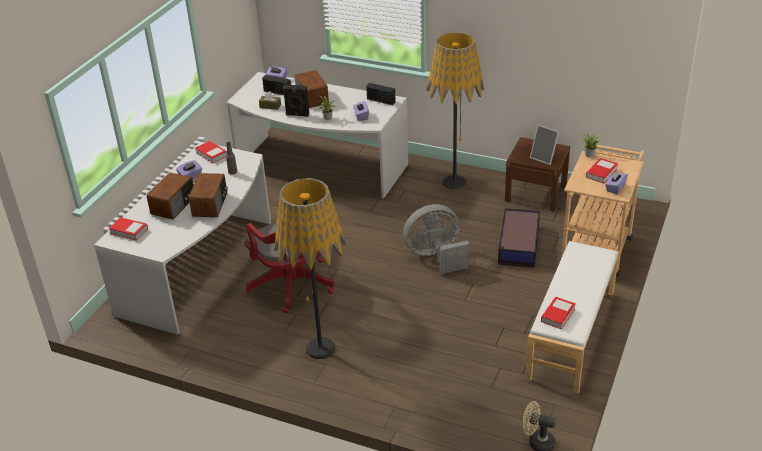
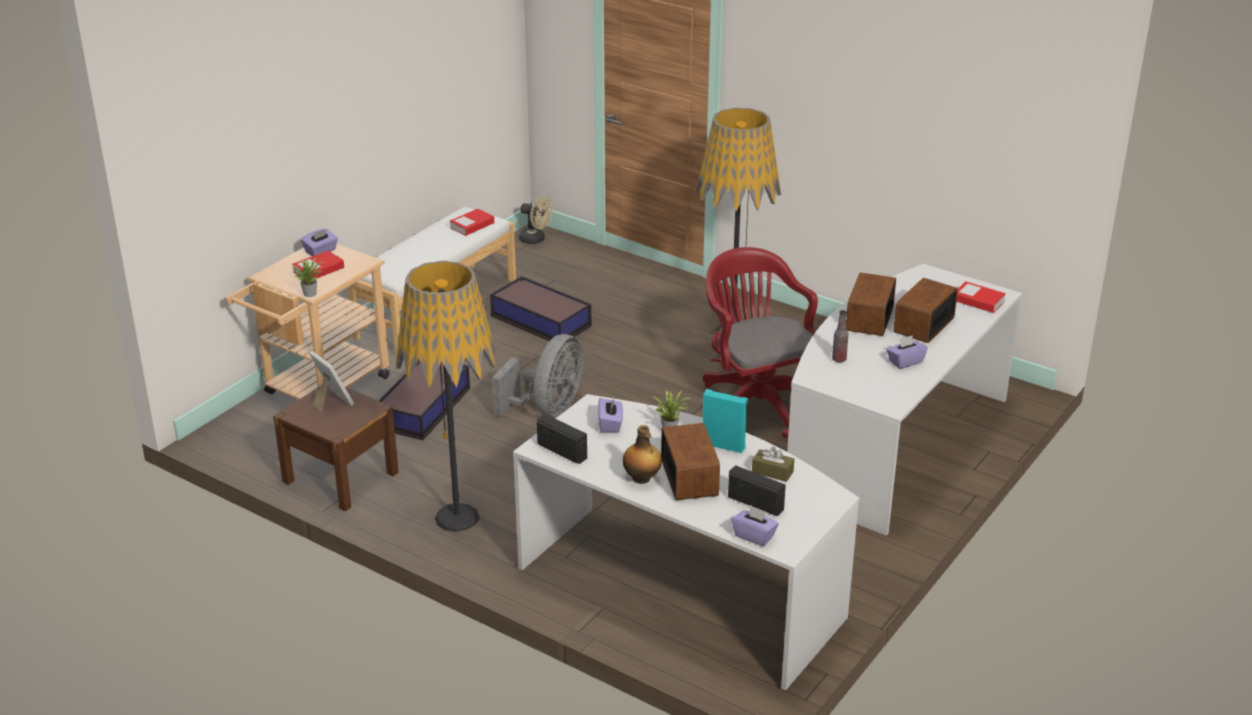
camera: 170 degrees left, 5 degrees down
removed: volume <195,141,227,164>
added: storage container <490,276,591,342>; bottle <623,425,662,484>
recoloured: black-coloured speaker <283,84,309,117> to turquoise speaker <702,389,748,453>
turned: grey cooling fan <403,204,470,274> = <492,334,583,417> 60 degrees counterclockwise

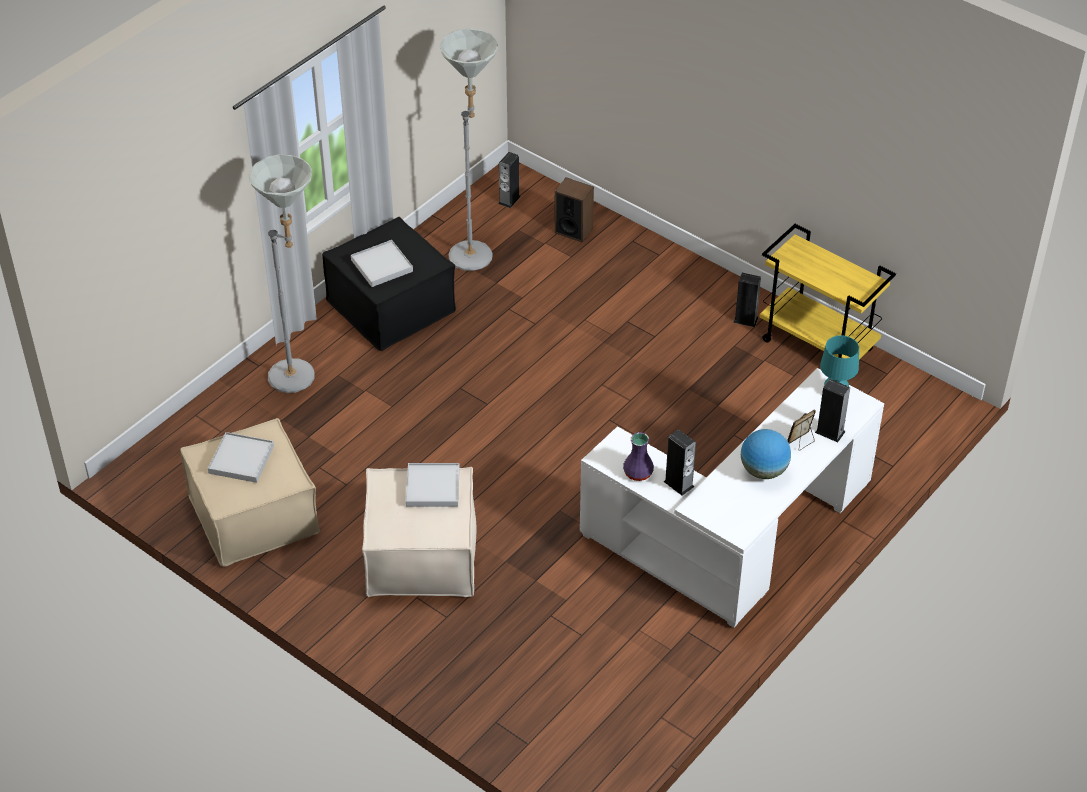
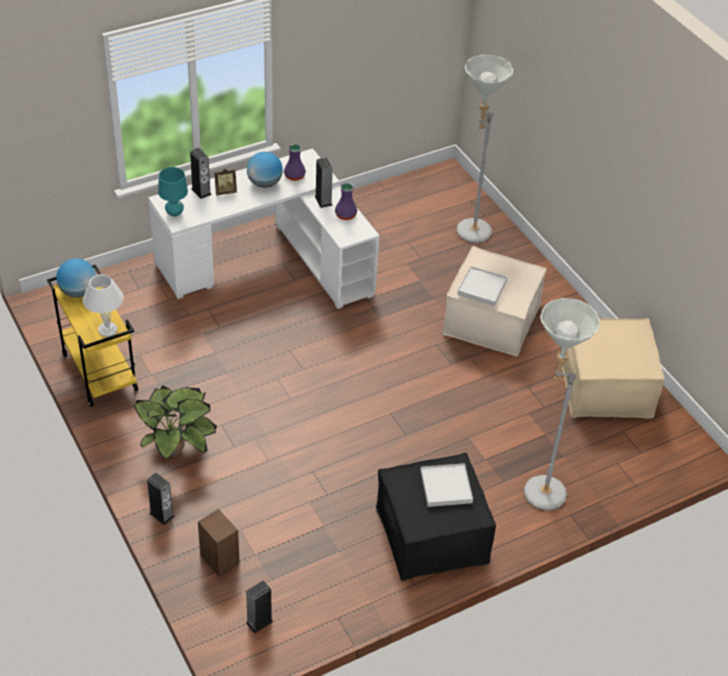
camera: 160 degrees left, 0 degrees up
removed: whitish tray <208,432,274,483>
added: purple-coloured decorative vase <284,144,306,181>; desk globe <56,258,96,298>; whitish tabletop lamp <83,274,124,337>; potted plant <133,385,217,459>
moved: grey standing lamp <439,28,498,271> to <457,55,513,243>; speaker <733,273,761,327> to <147,473,175,525>

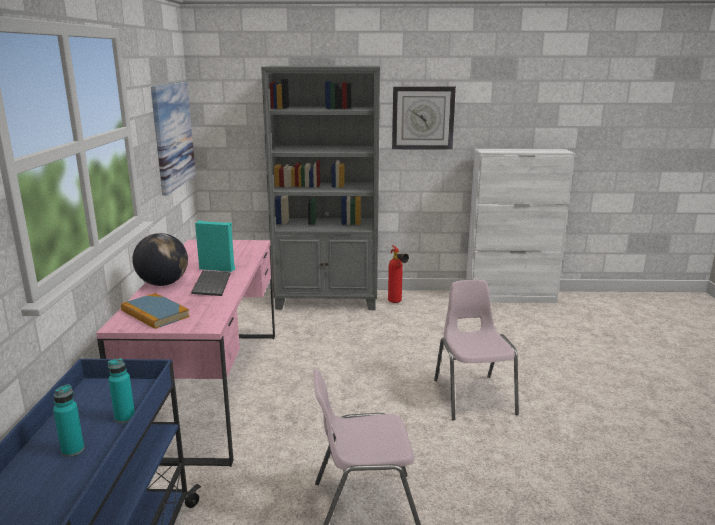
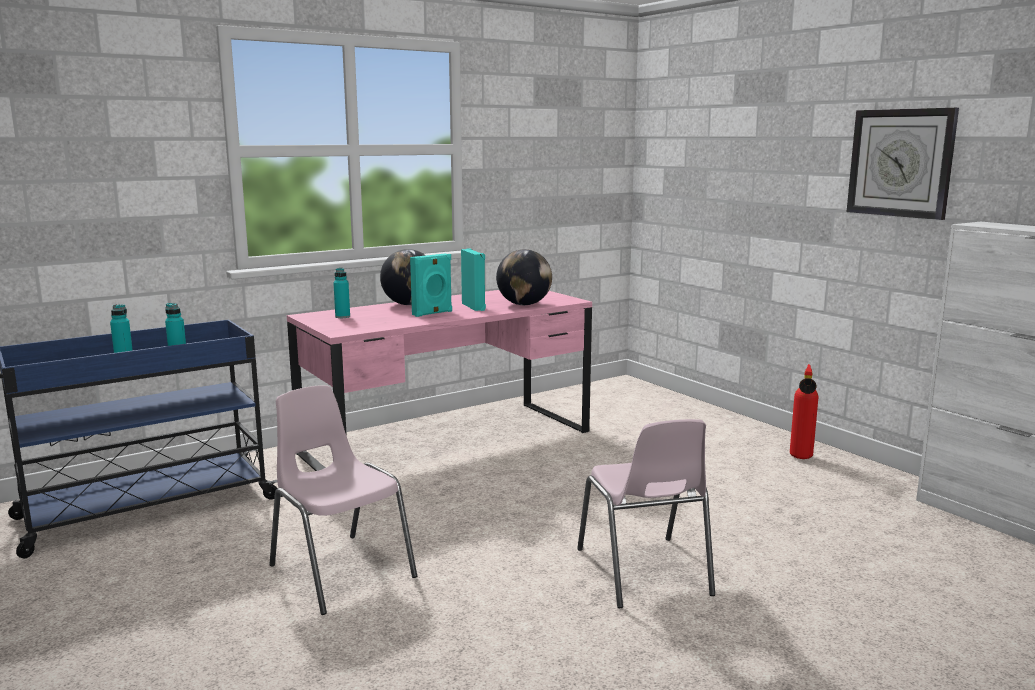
camera: 55 degrees right, 5 degrees down
removed: grey bookshelf <261,66,380,310>; wall picture <151,82,196,195>
added: desk globe <496,249,552,305>
replaced: PC keyboard <191,270,231,296> to turquoise speaker <410,254,452,317>; volume <121,293,190,329> to turquoise bottle <333,268,350,318>
turned: pink upright chair <434,280,519,421> = <577,419,715,608> 120 degrees clockwise

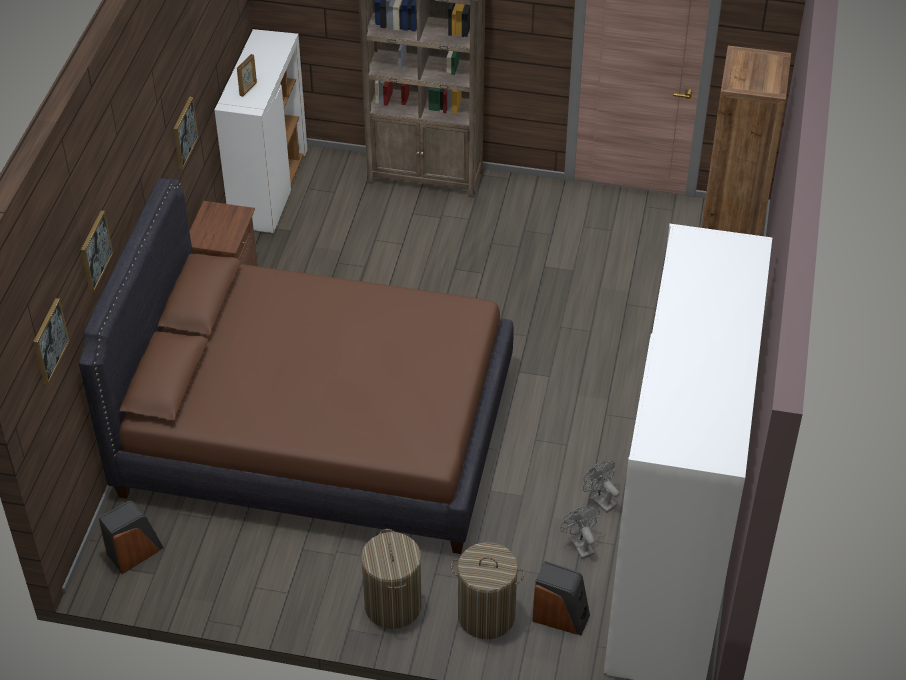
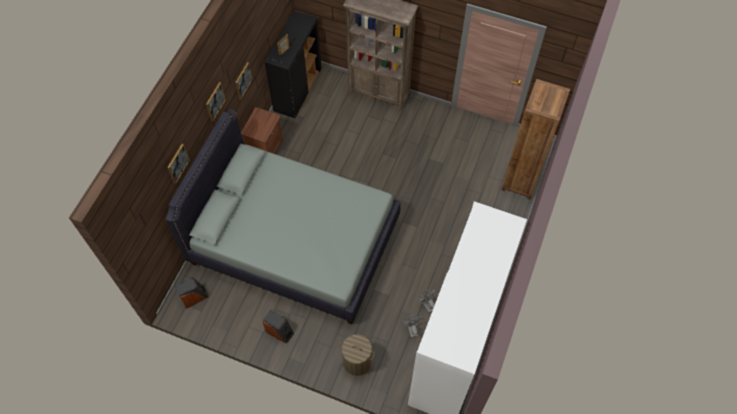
camera: 10 degrees right, 15 degrees up
removed: washing basket <361,529,422,629>
moved: wall picture <33,298,70,384> to <206,82,226,122>; speaker <532,561,590,635> to <263,310,294,344>
recoloured: whitish cupboard <215,29,308,233> to black-coloured cupboard <264,11,322,118>; brown bedroom bed <79,178,514,554> to grey bedroom bed <165,109,401,325>

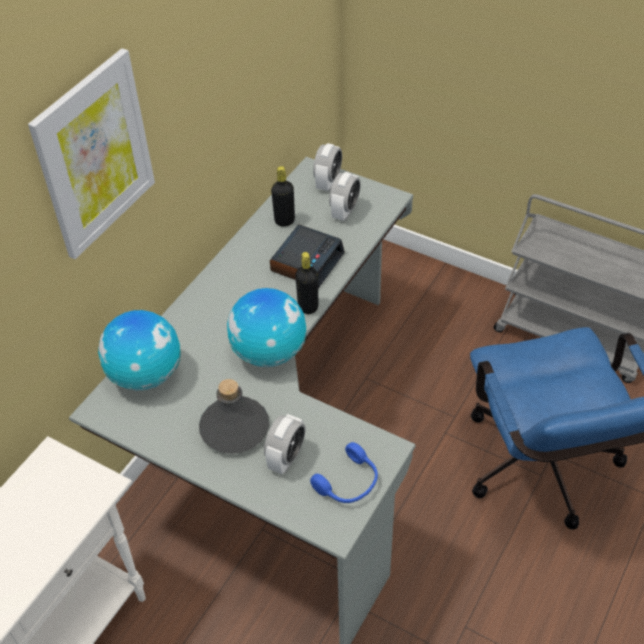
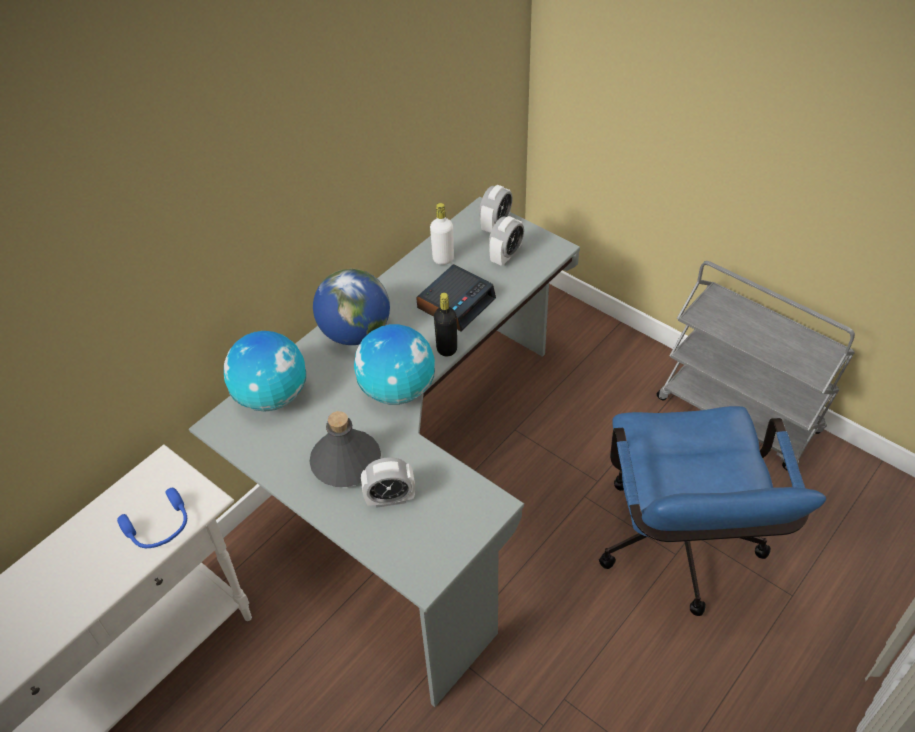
camera: 10 degrees right, 0 degrees up
removed: wall picture <28,48,155,259>
added: desk globe <313,269,390,345>
moved: blue pair of headphones <310,442,378,503> to <117,488,187,548>
recoloured: black-coloured bottle <271,166,295,227> to whitish bottle <430,203,454,265>
turned: alarm clock <264,414,305,475> = <361,457,415,508> 45 degrees clockwise

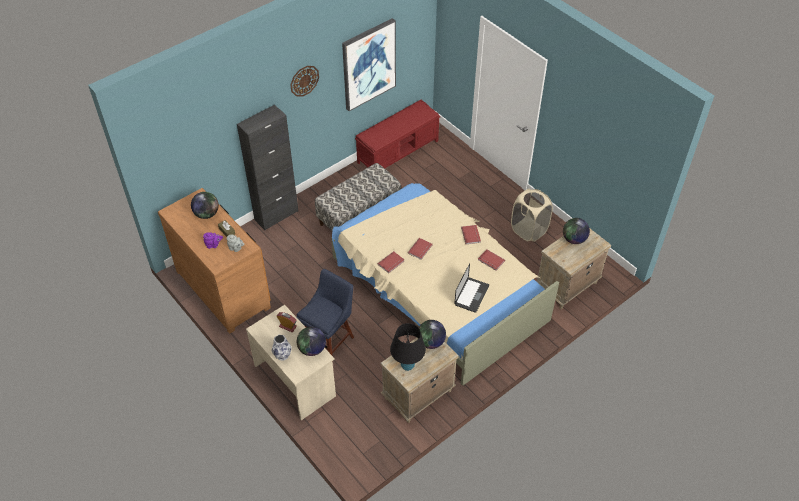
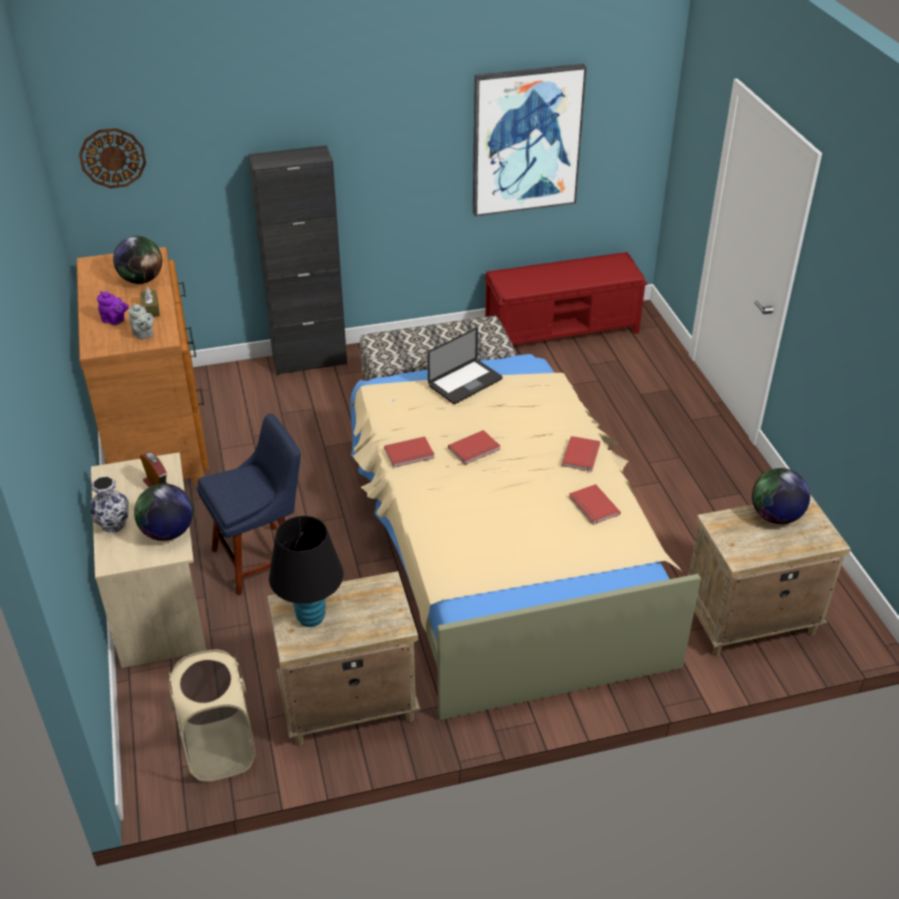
camera: 25 degrees right, 10 degrees down
removed: desk globe <419,320,446,349>
moved: clock on the wall <290,66,319,97> to <79,128,146,188>; beige-coloured washing basket <511,189,553,242> to <169,650,256,782>; notebook computer <455,264,489,313> to <427,327,503,404>

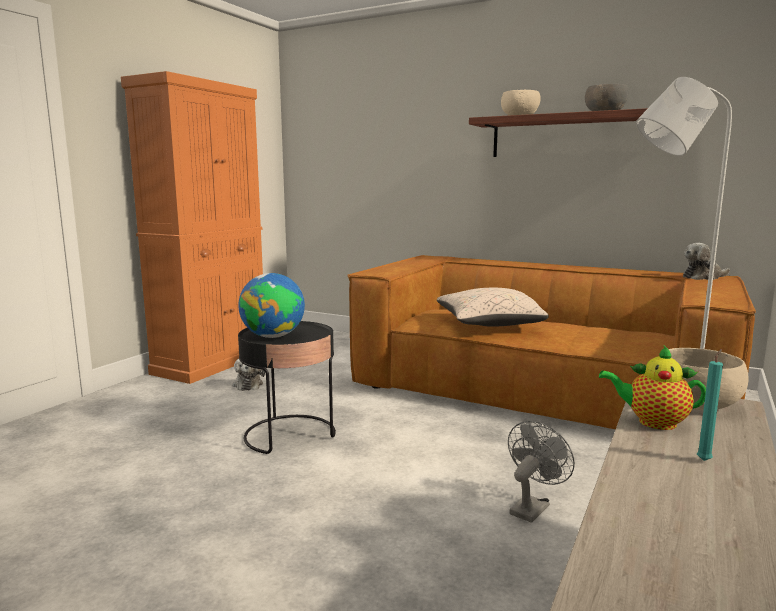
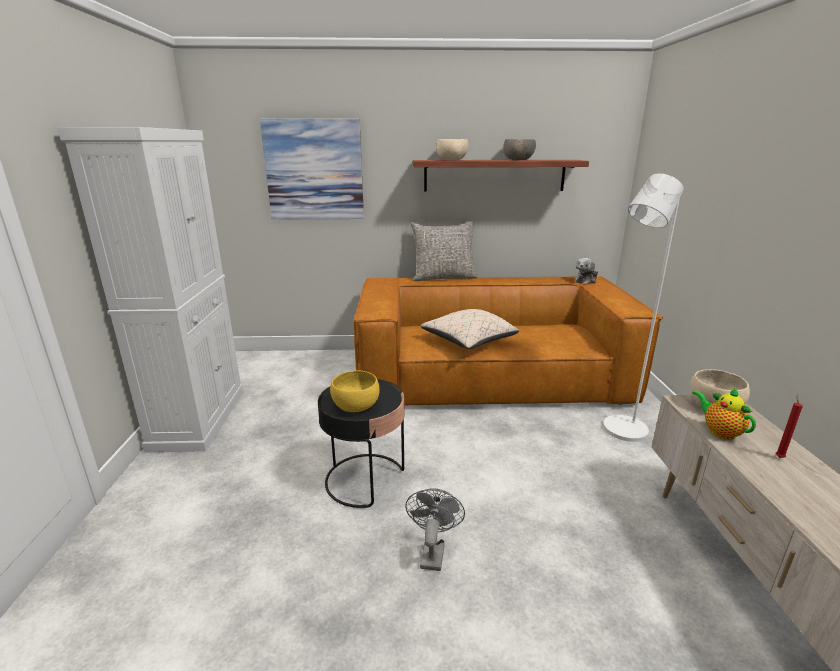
camera: 30 degrees left, 10 degrees up
removed: soft toy <232,359,265,391>
added: wall picture <260,119,364,220>; grey throw pillow <411,221,478,281>
moved: grey cooling fan <508,421,575,523> to <405,488,465,571>
replaced: desk globe <238,273,305,338> to yellow bowl <330,371,380,412>
recoloured: orange-coloured cupboard <121,71,263,384> to whitish cupboard <57,127,243,453>; turquoise wax light <697,349,723,461> to reddish wax light <776,395,803,458>
turned: teapot <599,346,706,430> = <693,387,756,440> 75 degrees clockwise

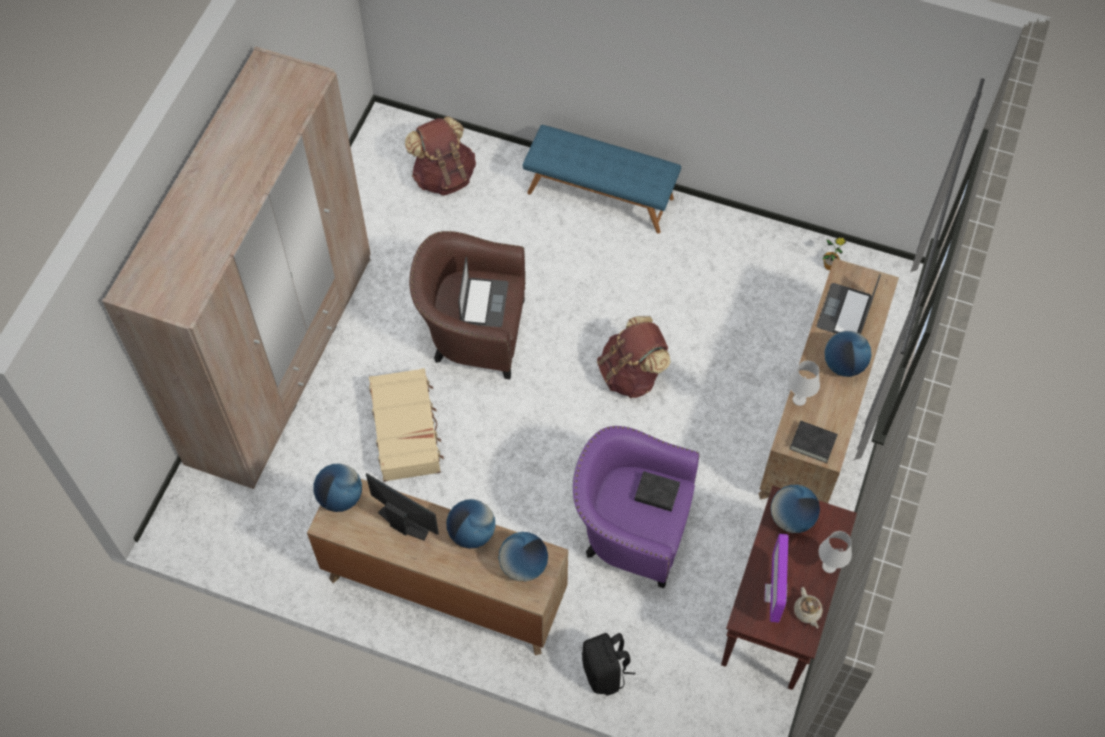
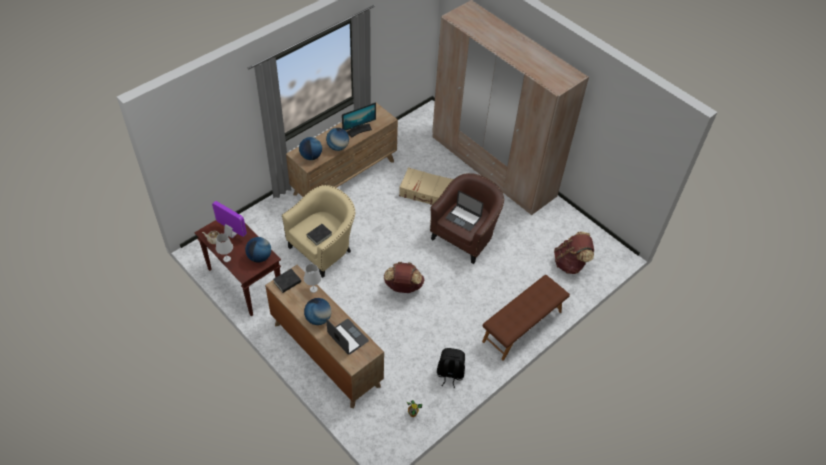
camera: 115 degrees right, 10 degrees down
removed: desk globe <313,463,362,512>
moved: black-coloured rucksack <582,633,636,696> to <437,348,465,388>
recoloured: blue bench <522,125,681,234> to brown bench <482,275,570,361>; purple-coloured lounge chair <573,426,699,588> to beige-coloured lounge chair <282,185,355,278>

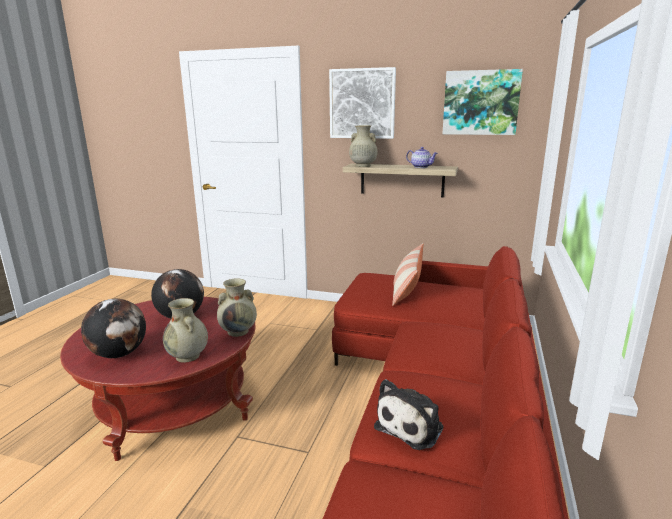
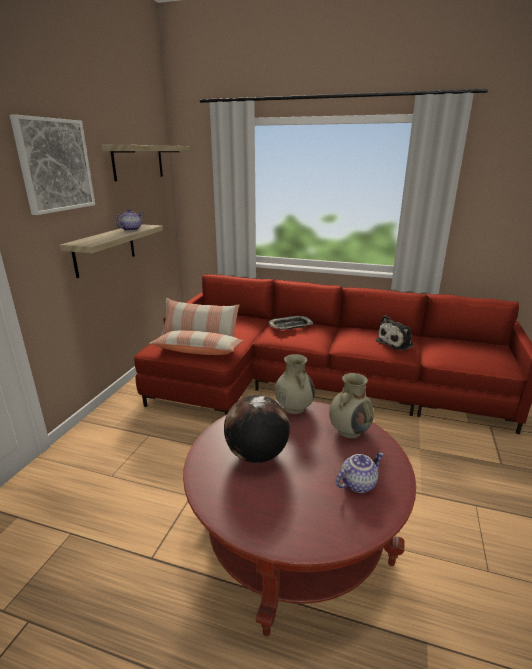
camera: 90 degrees left, 5 degrees up
removed: beige-coloured decorative vase <349,125,378,167>
added: tray <269,316,313,330>; throw pillow <149,330,243,355>
replaced: wall picture <442,69,523,135> to shelf <102,145,189,181>; desk globe <81,299,146,358> to teapot <336,452,384,493>
turned: soft toy <374,379,443,450> = <376,315,415,350> 105 degrees clockwise

